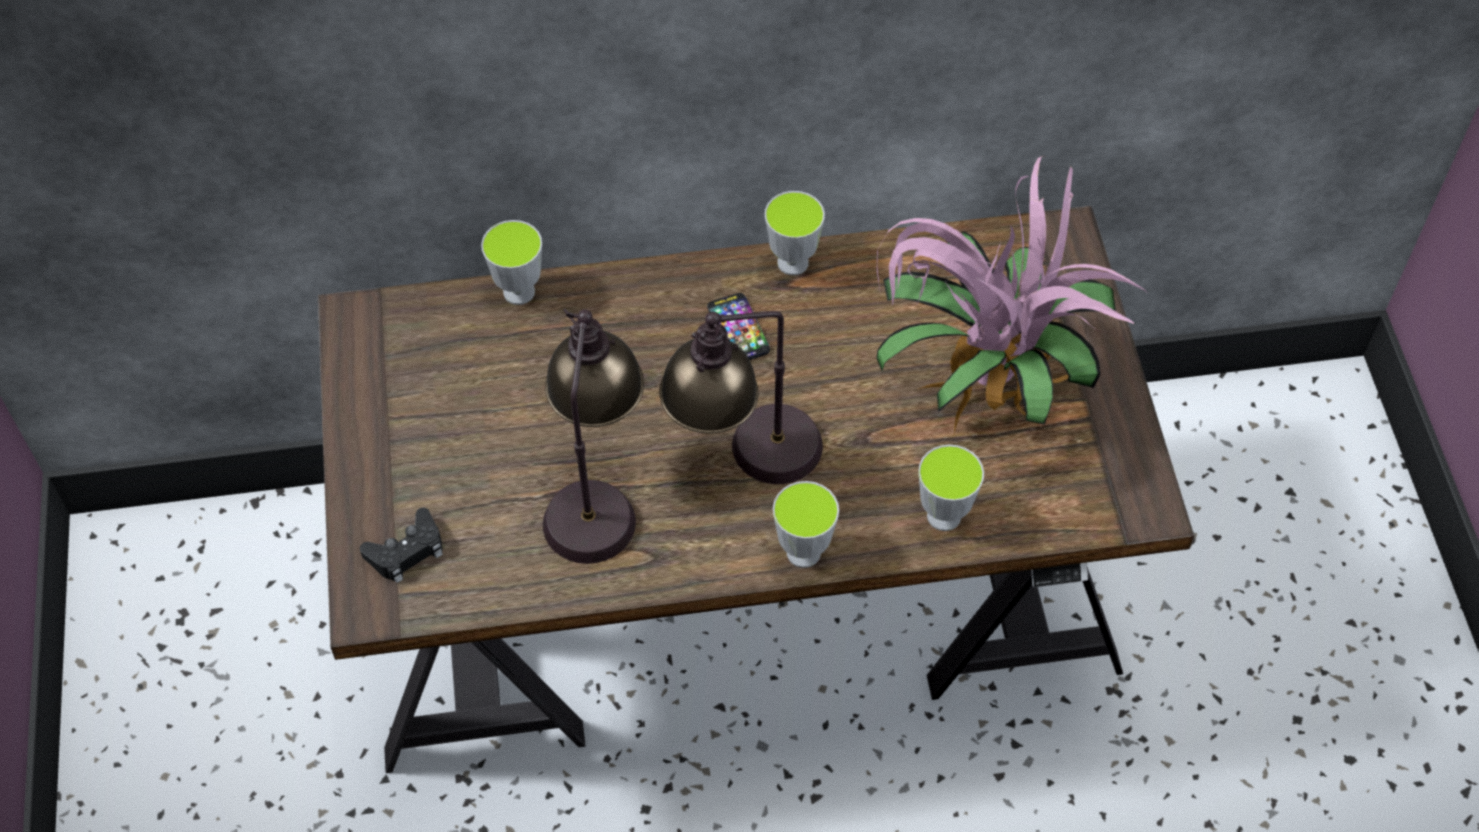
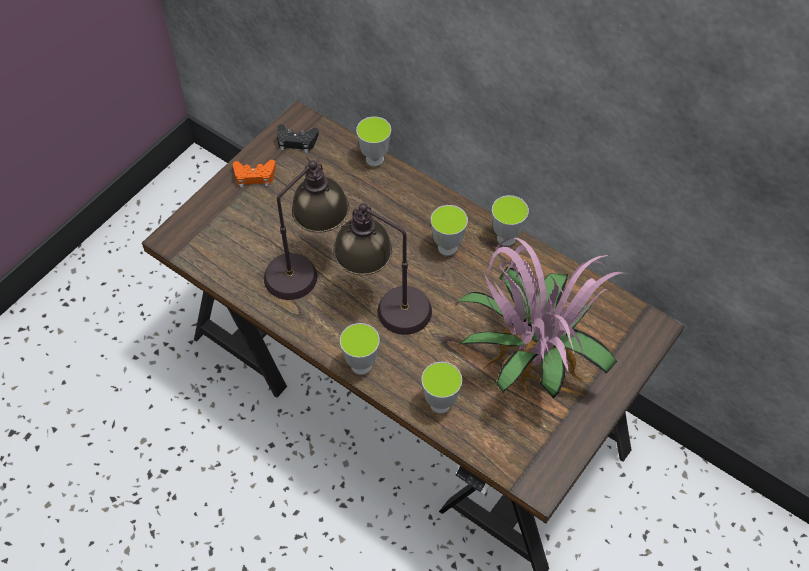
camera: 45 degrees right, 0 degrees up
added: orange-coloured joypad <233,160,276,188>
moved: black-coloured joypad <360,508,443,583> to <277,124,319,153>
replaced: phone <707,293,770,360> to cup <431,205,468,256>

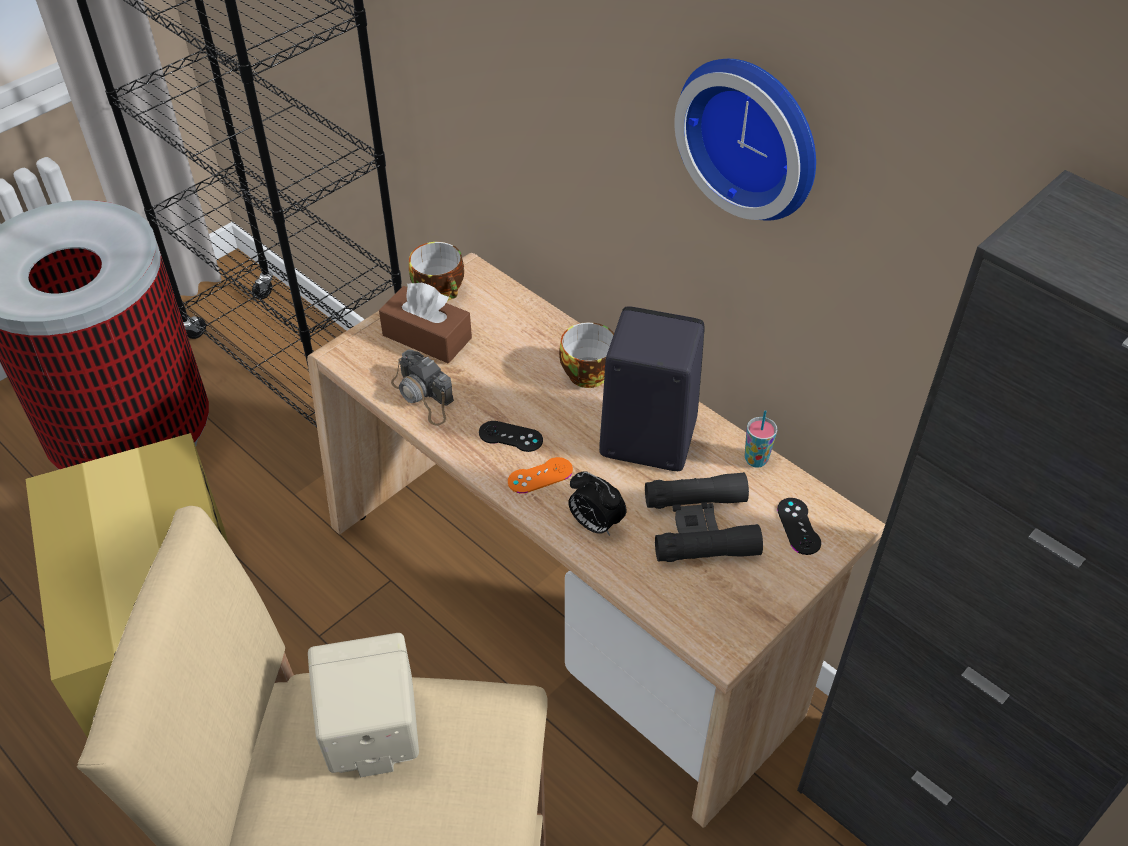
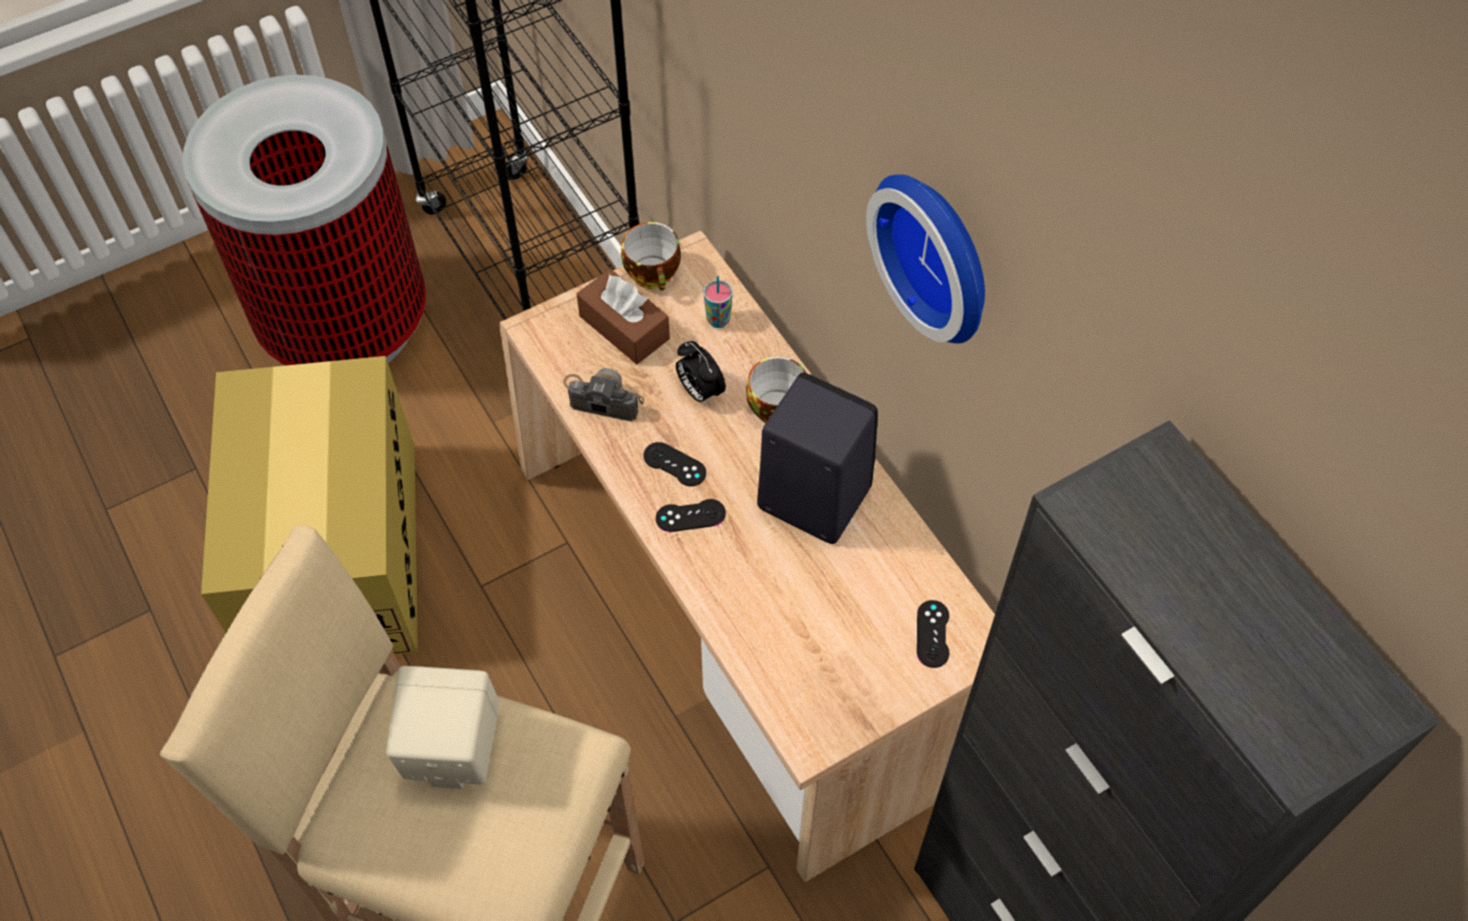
camera: 15 degrees right, 10 degrees up
removed: black-coloured field glasses <645,472,763,562>
moved: cup <745,410,777,468> to <704,276,733,328>; alarm clock <568,471,626,536> to <676,341,726,406>
recoloured: orange-coloured joypad <508,457,573,494> to black-coloured joypad <656,499,726,532>
turned: photo camera <391,349,454,426> = <563,368,644,421> 135 degrees clockwise

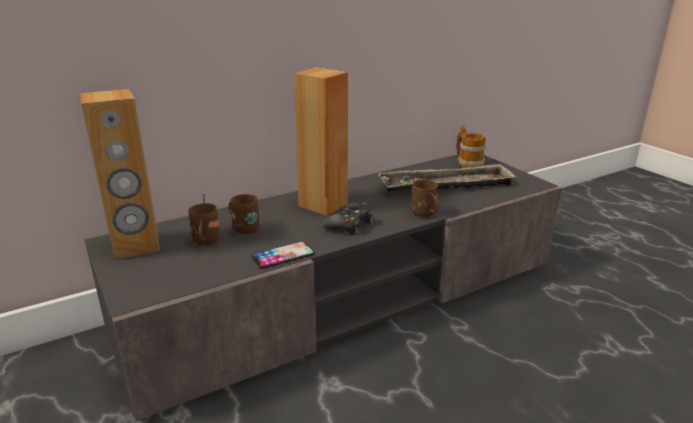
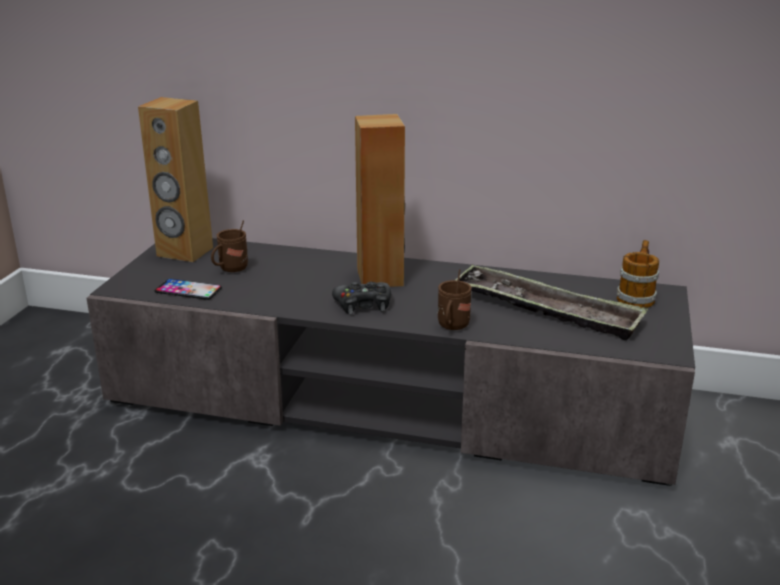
camera: 45 degrees right, 0 degrees up
removed: brown coffee mug <229,194,260,234>
moved: phone <251,241,315,268> to <155,279,222,300>

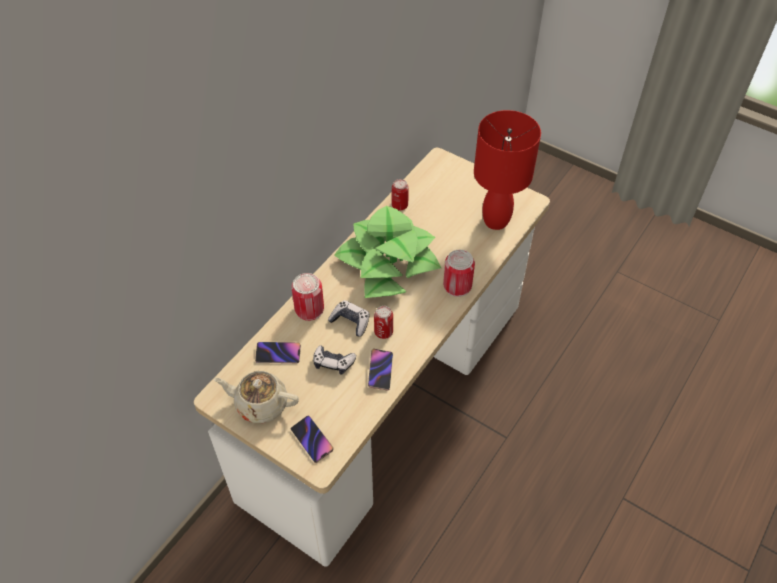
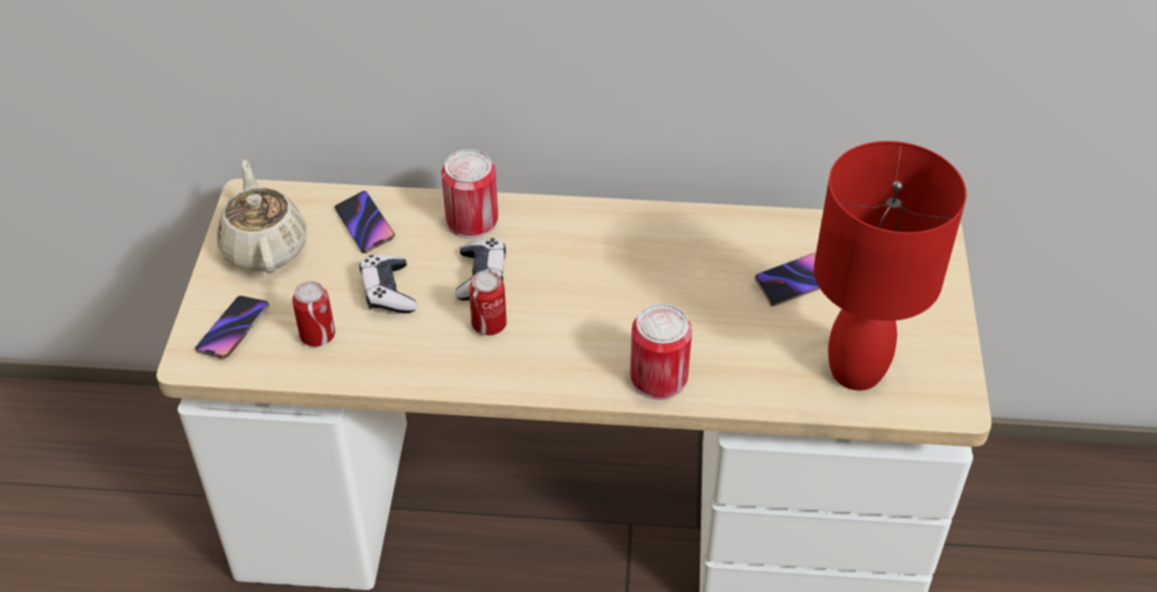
camera: 60 degrees right, 5 degrees down
removed: potted plant <334,206,441,298>
moved: sealed can <392,179,409,210> to <292,281,335,347>; phone <368,349,393,390> to <754,252,820,306>

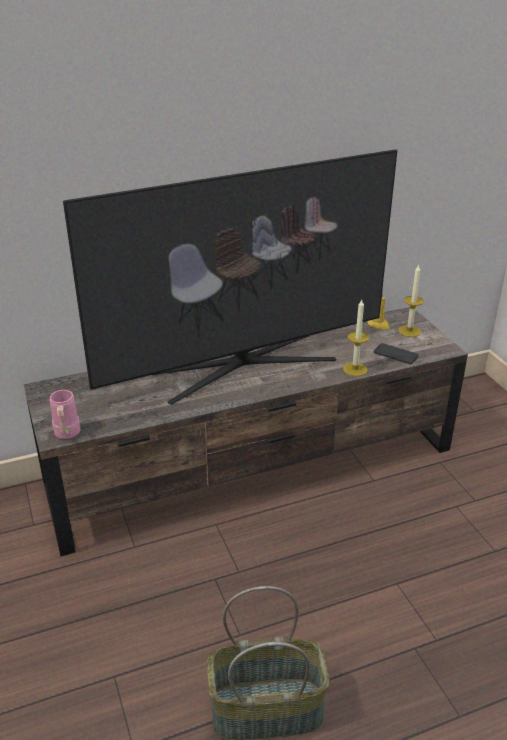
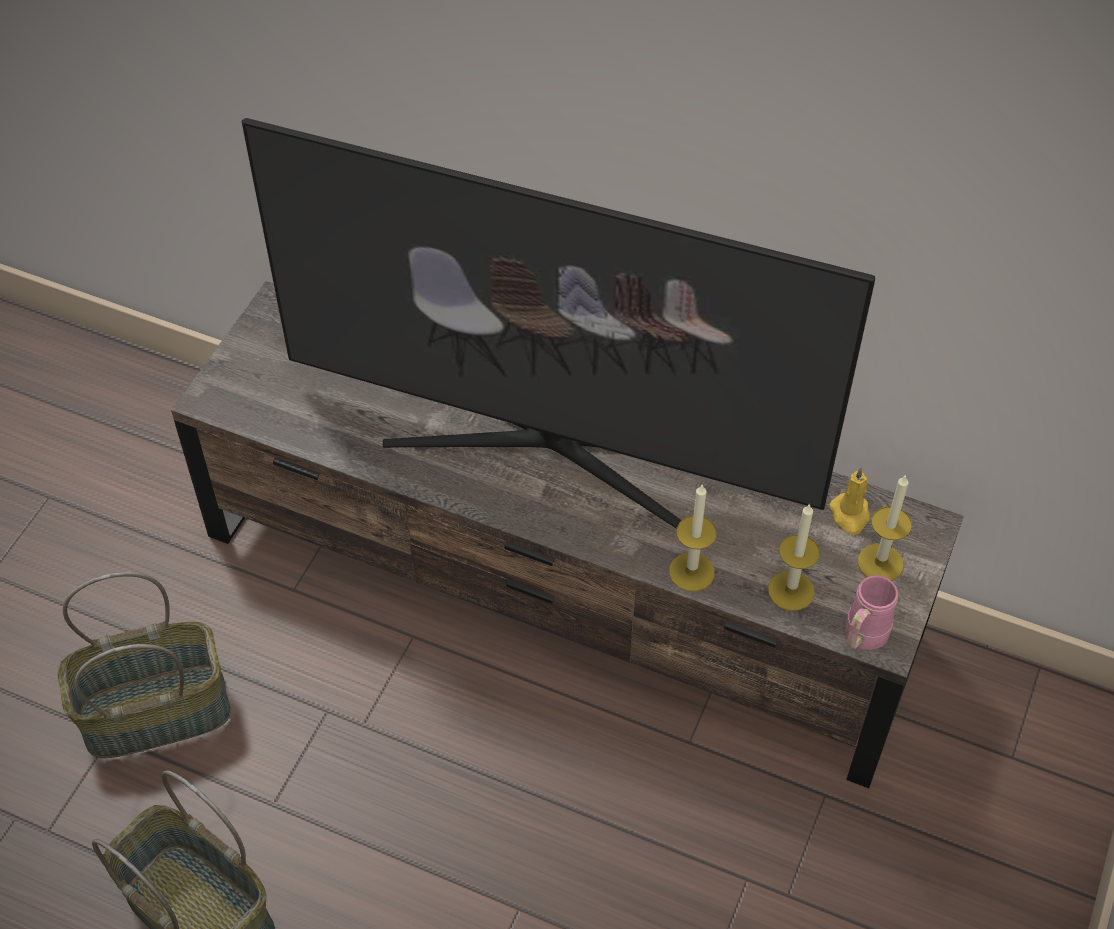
camera: 45 degrees right, 20 degrees up
added: basket <58,572,231,758>
moved: pink coffee mug <50,390,81,439> to <845,575,898,650>
replaced: phone <374,343,419,364> to wax light <768,503,820,611>

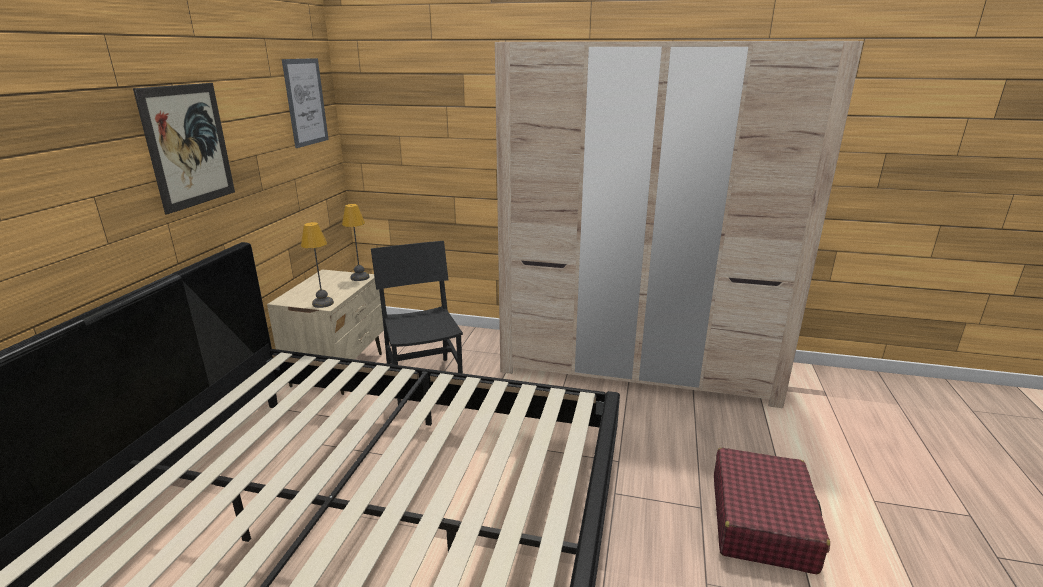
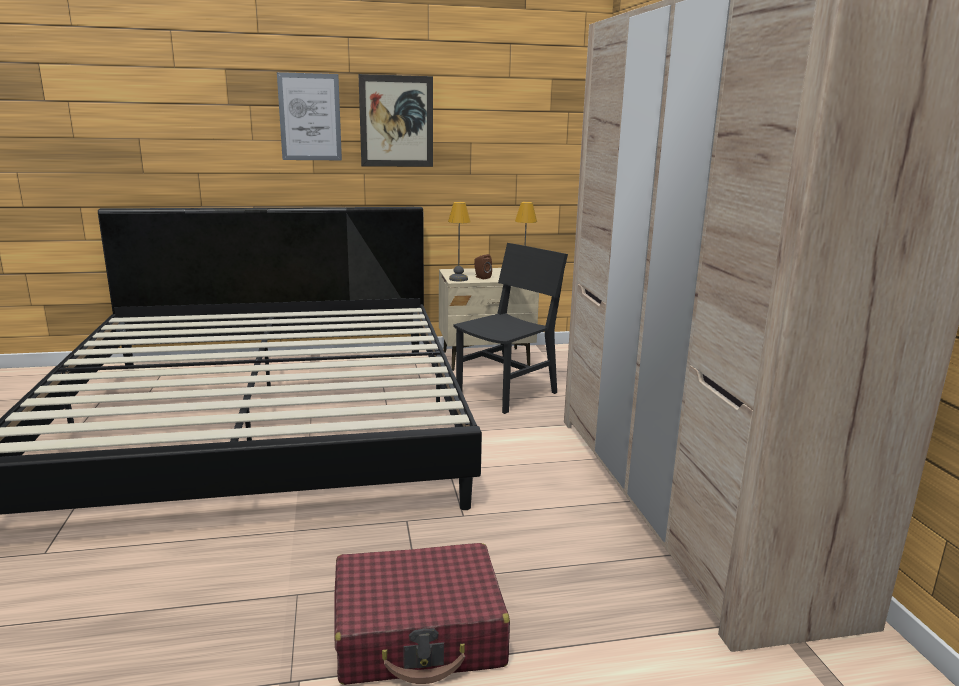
camera: 65 degrees right, 5 degrees down
added: brown speaker <474,254,492,279>
moved: wall picture <282,58,329,148> to <277,72,342,160>

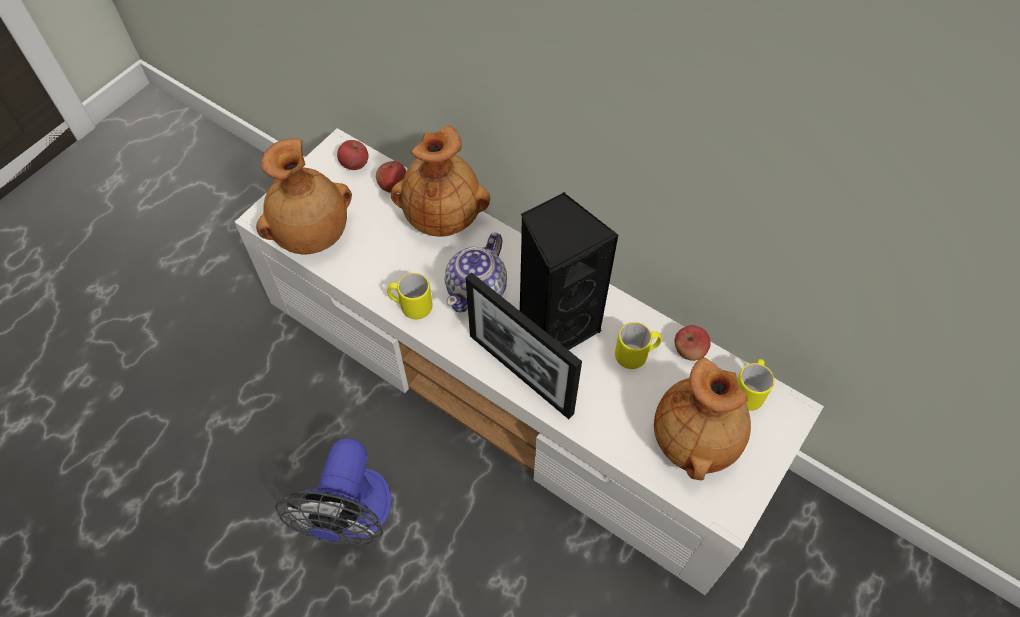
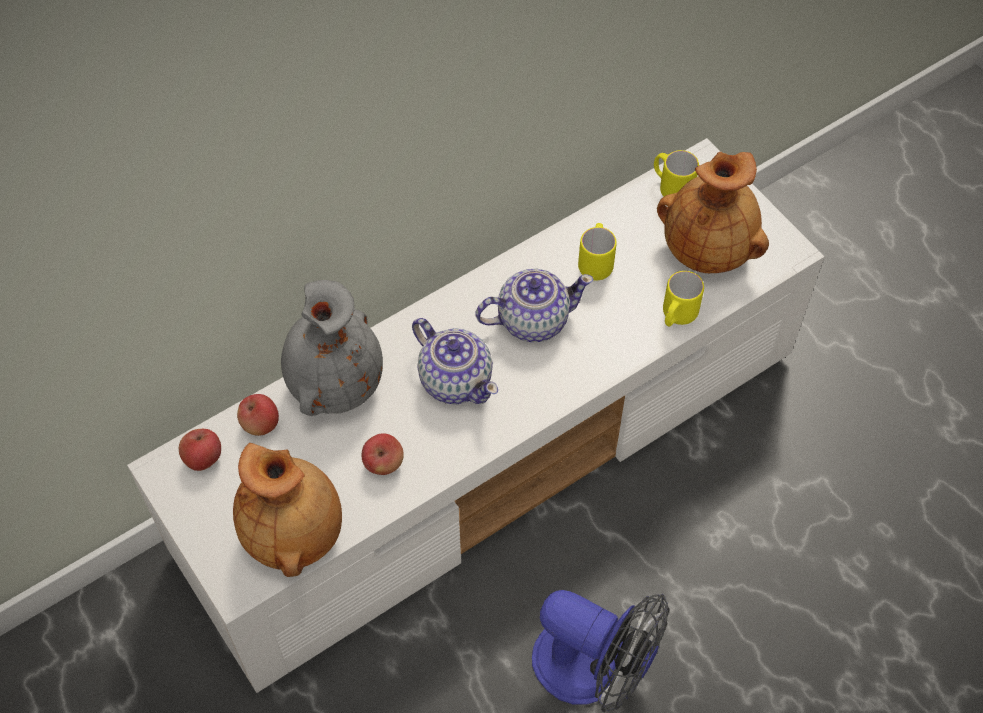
camera: 70 degrees left, 0 degrees up
removed: picture frame <465,272,582,419>
moved: yellow coffee mug <387,273,432,319> to <663,271,704,327>; whole apple <675,325,711,361> to <362,433,404,475>
replaced: black-coloured speaker <520,192,619,350> to teapot <475,269,593,342>
recoloured: brown decorative vase <391,125,490,237> to grey decorative vase <281,280,383,416>

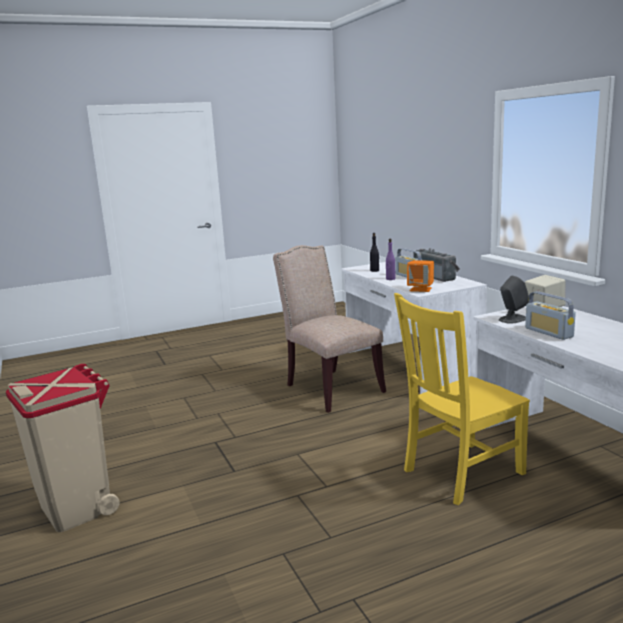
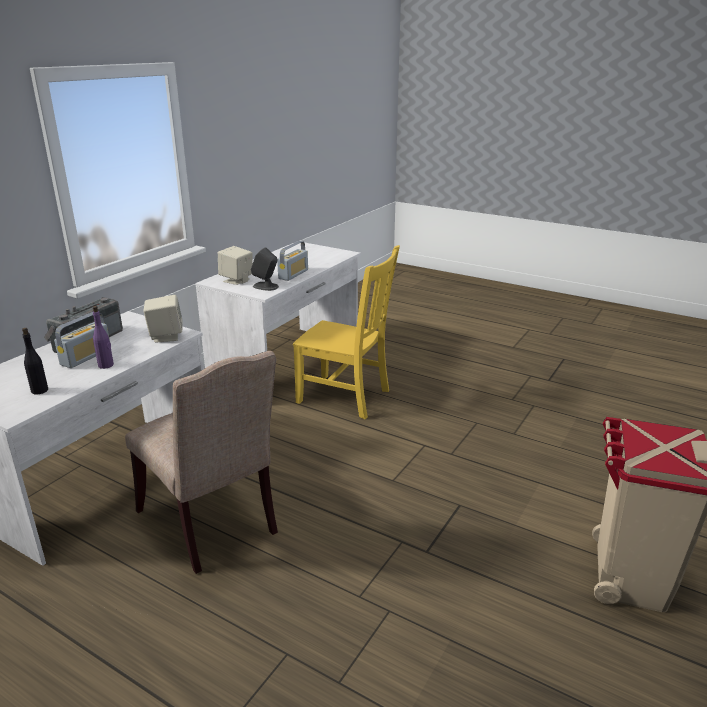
camera: 125 degrees left, 10 degrees up
recoloured: orange-coloured speaker <407,260,434,292> to beige-coloured speaker <143,295,183,343>
turned: beige-coloured upright chair <273,245,386,413> = <125,351,278,574> 60 degrees counterclockwise

